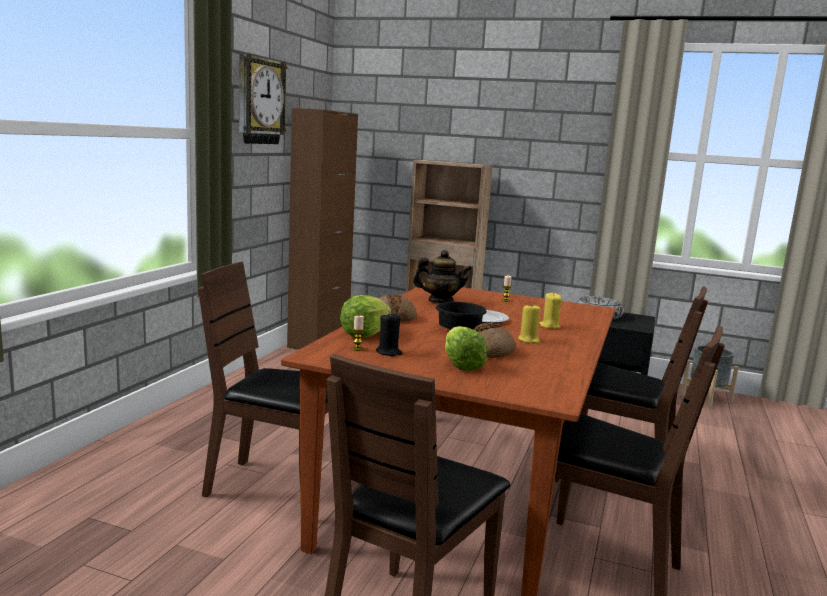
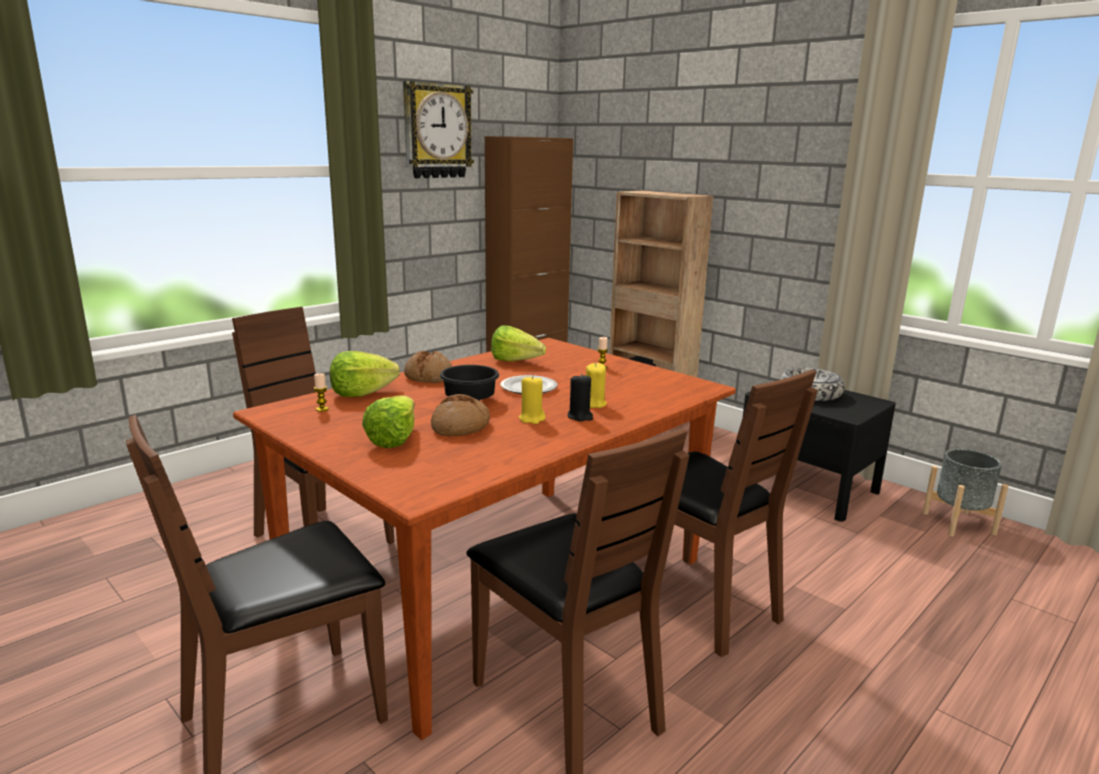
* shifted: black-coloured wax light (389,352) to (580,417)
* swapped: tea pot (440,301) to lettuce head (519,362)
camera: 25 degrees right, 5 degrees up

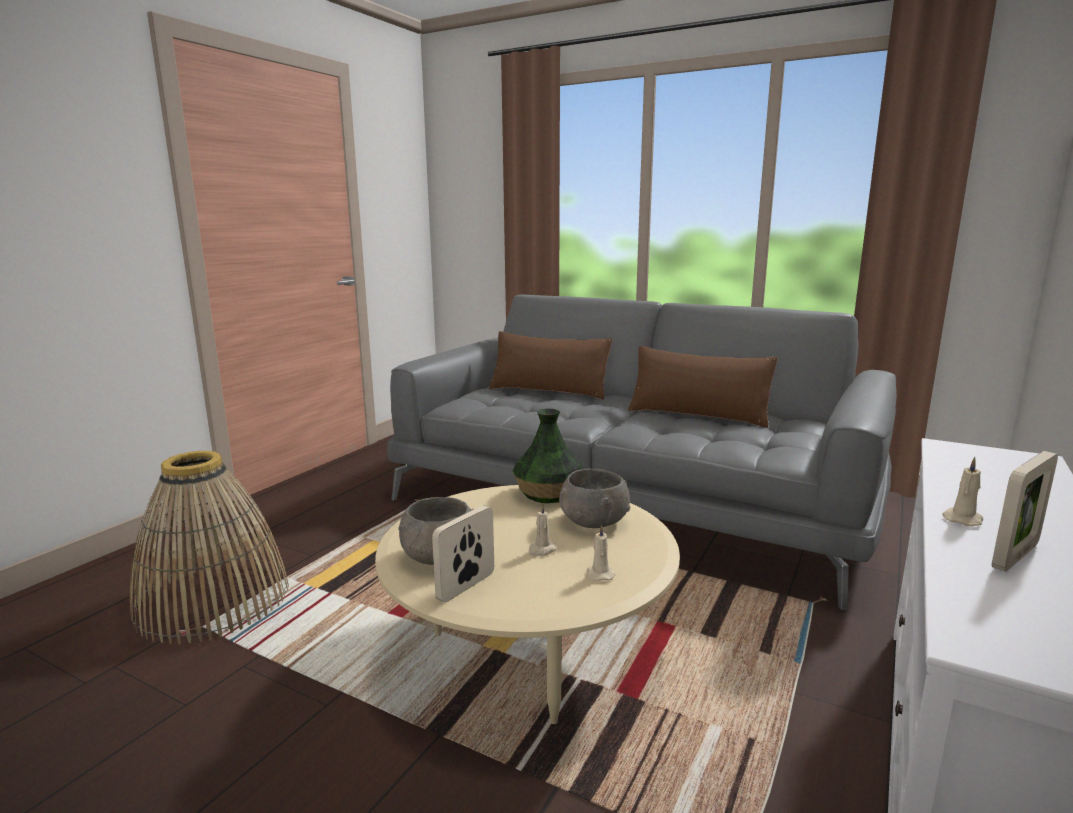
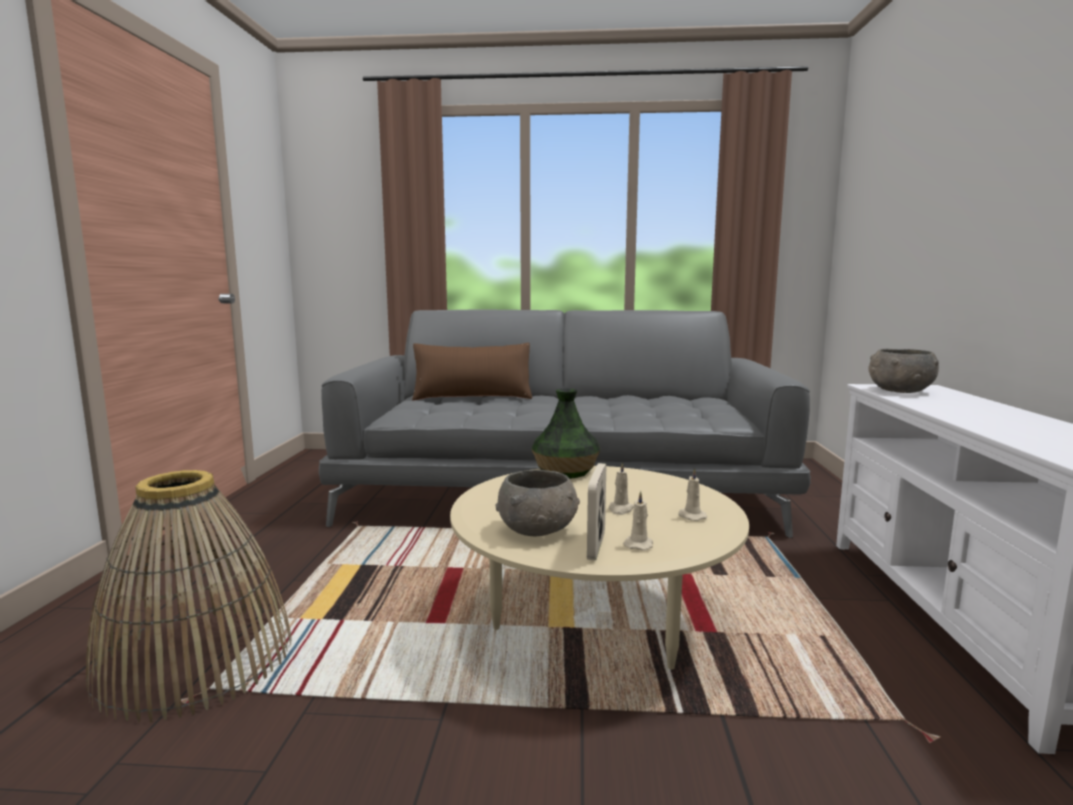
* shifted: grey deep dish (593,521) to (899,391)
* gone: brown-coloured pillow (698,414)
* shifted: sand-coloured wax light (963,519) to (639,544)
* gone: photo frame (1015,556)
camera: 25 degrees left, 5 degrees down

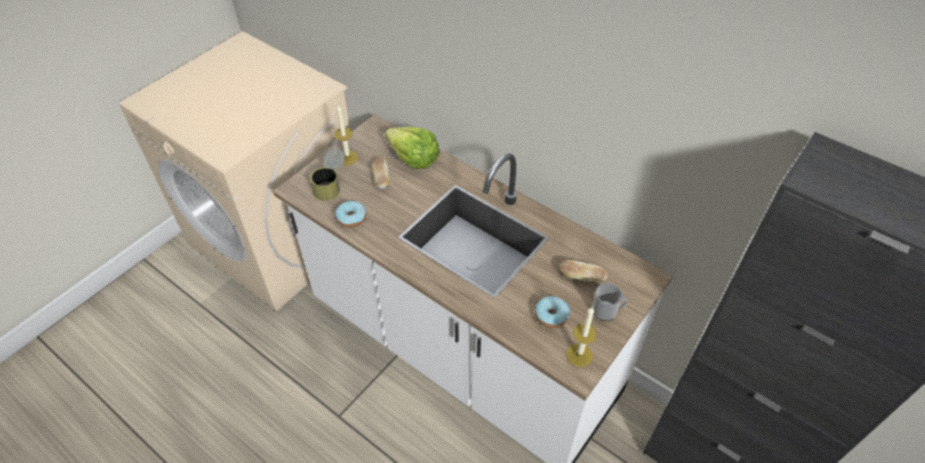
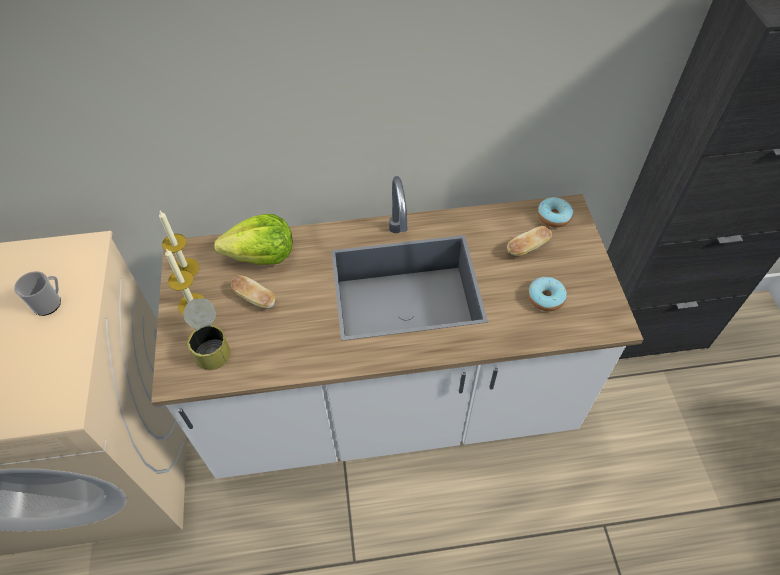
* shifted: donut (351,218) to (553,217)
* shifted: wax light (579,355) to (185,268)
* shifted: tea mug (607,312) to (50,303)
camera: 45 degrees left, 5 degrees up

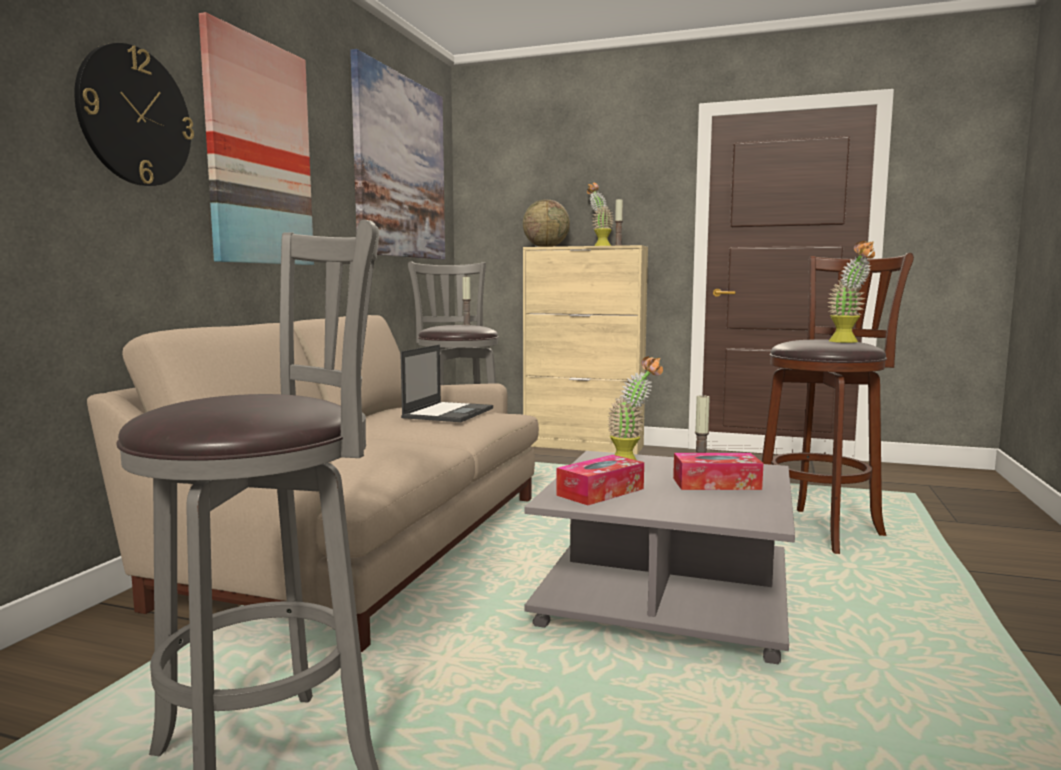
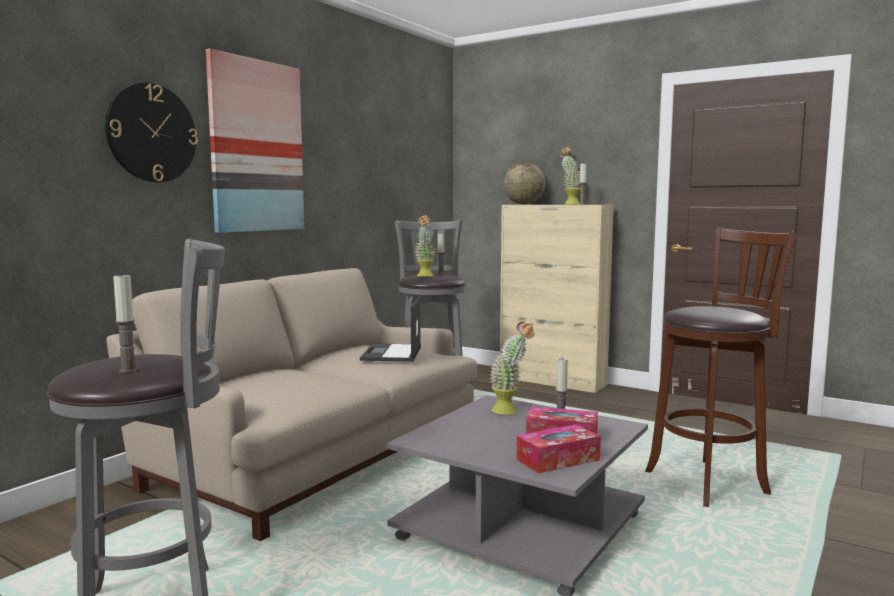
* gone: wall picture (400,168)
* rotated: laptop (449,413) = (392,353) 150 degrees clockwise
* shifted: tissue box (600,492) to (558,459)
* shifted: houseplant (848,342) to (425,276)
* new: wax light (128,370)
camera: 15 degrees right, 0 degrees up

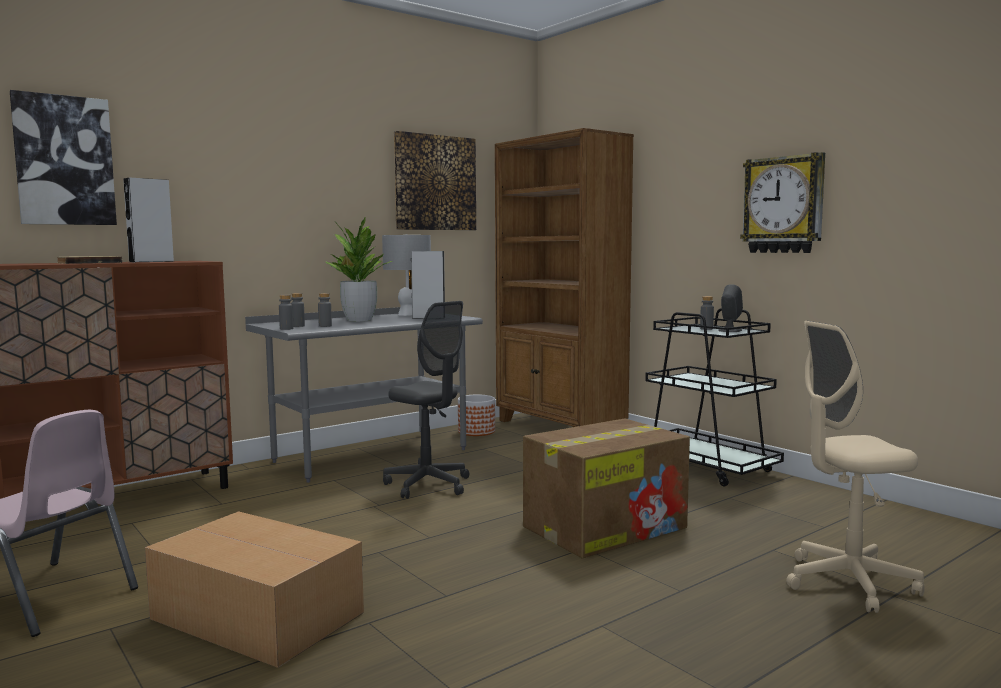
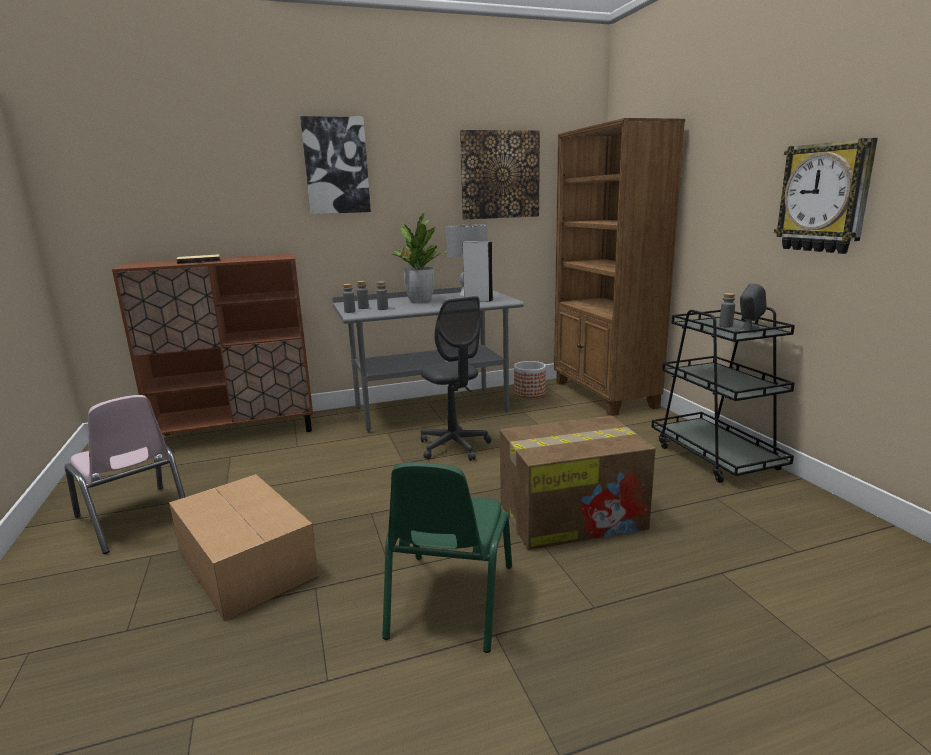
* shifted: wall picture (64,161) to (336,166)
* gone: grey audio speaker (151,261)
* gone: sand-coloured computer chair (849,583)
* new: green-coloured chair (449,600)
camera: 20 degrees right, 10 degrees up

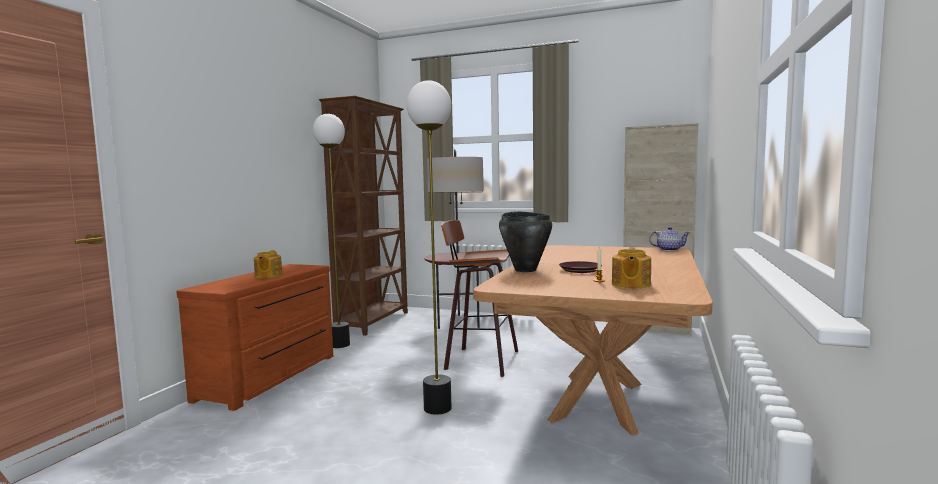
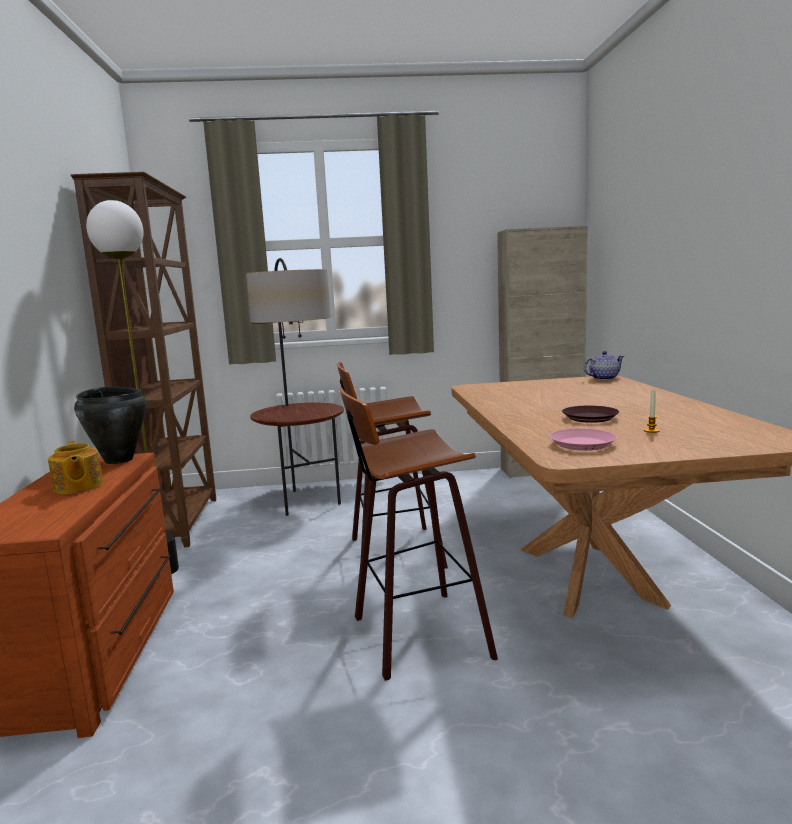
* swapped: standing lamp (437,408) to sitting stool (415,635)
* shifted: black-coloured saucepot (525,270) to (119,460)
* gone: tea pot (630,284)
* new: pink flat dish (583,444)
camera: 25 degrees left, 5 degrees up

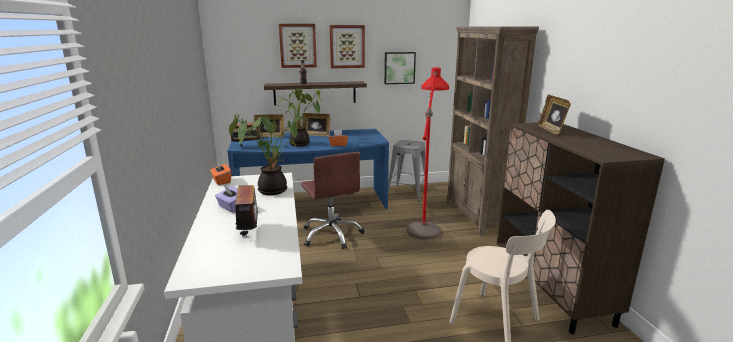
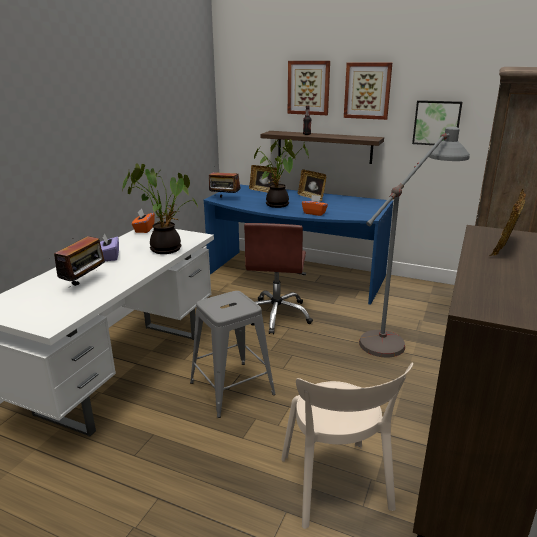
* shifted: grey sitting stool (407,192) to (232,388)
* repainted: red standing lamp (426,221) to grey standing lamp (400,333)
camera: 35 degrees right, 5 degrees up

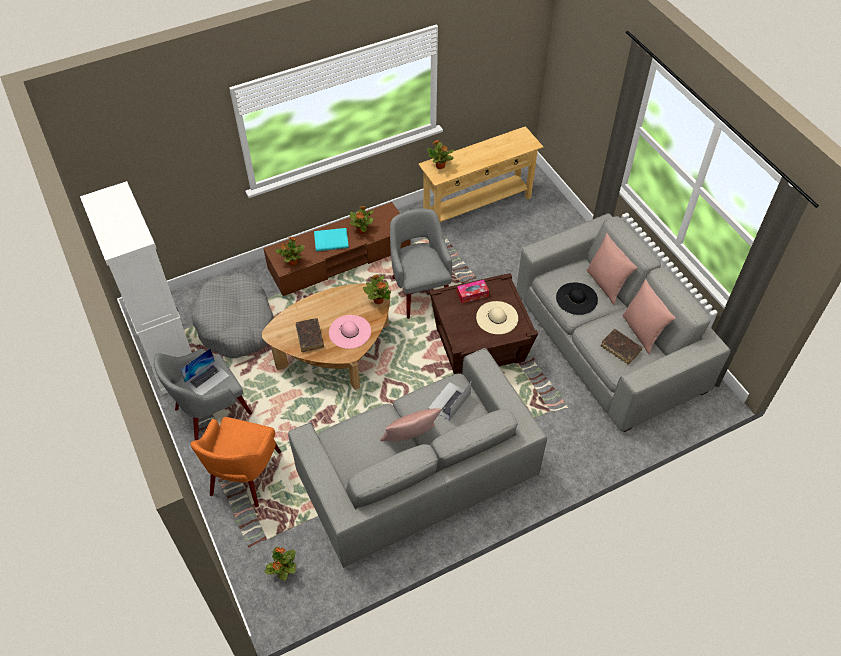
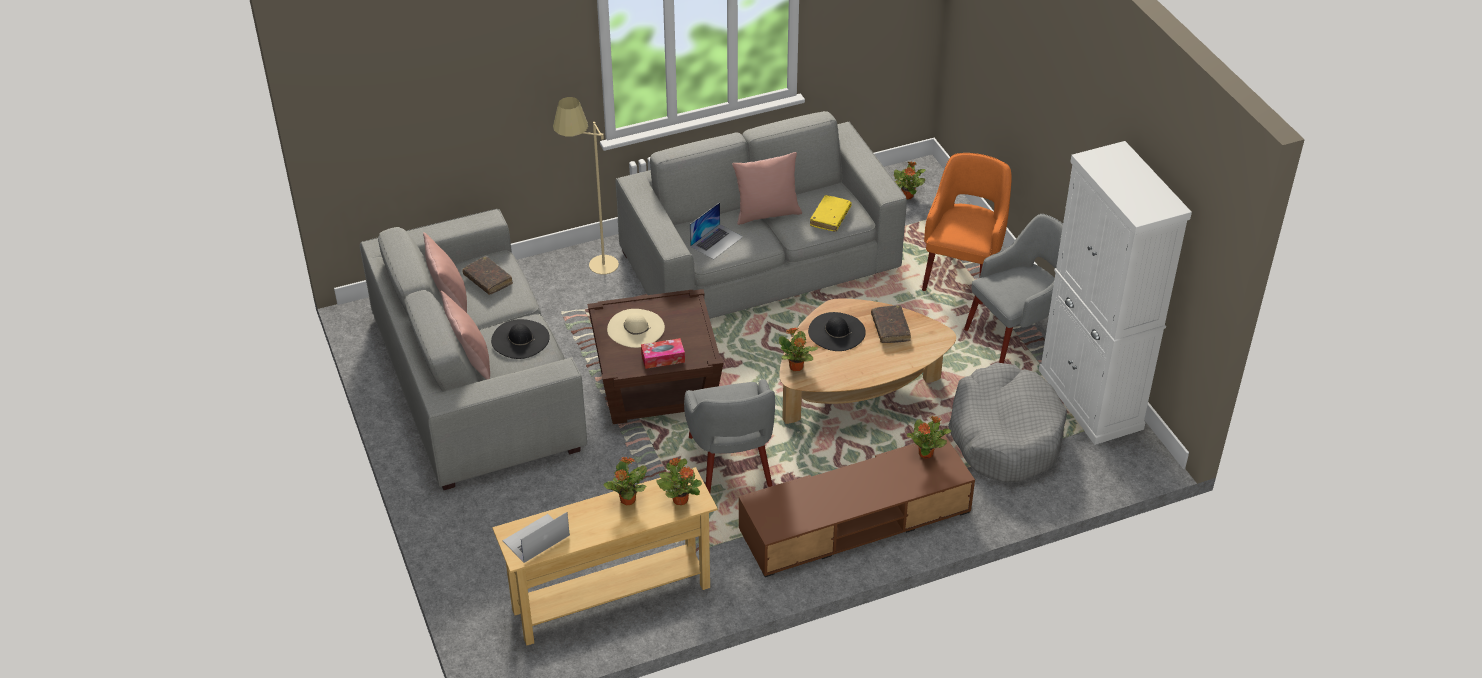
* shifted: laptop (207,378) to (536,538)
* gone: blue-green bound book (331,240)
* repainted: pink hat (350,331) to black-coloured hat (836,332)
* shifted: houseplant (362,230) to (627,500)
* new: sand-coloured standing lamp (592,270)
* new: yellowish bound book (830,217)
camera: 175 degrees left, 10 degrees down

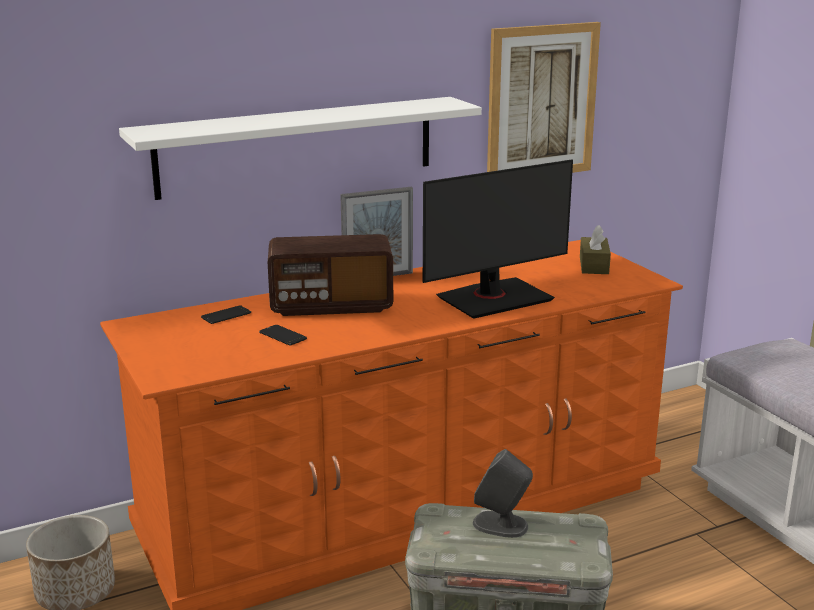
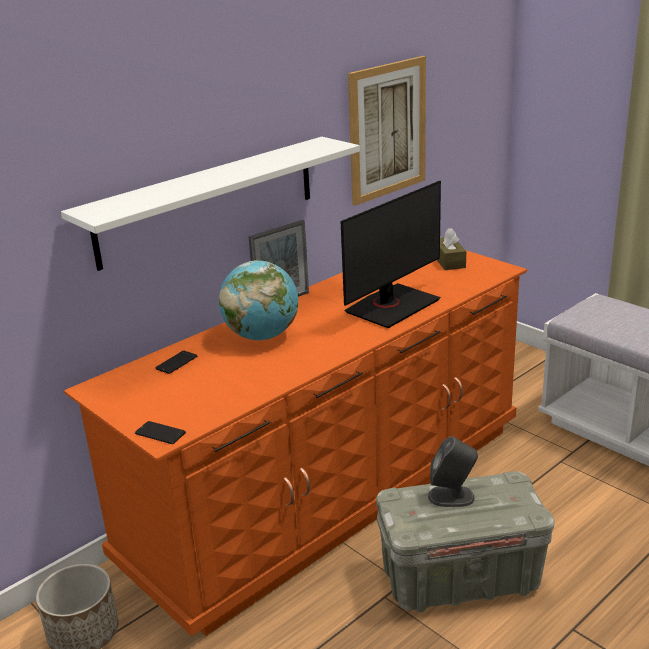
* shifted: handset (282,336) to (160,433)
* swapped: radio (331,305) to desk globe (262,336)
camera: 15 degrees left, 5 degrees up

